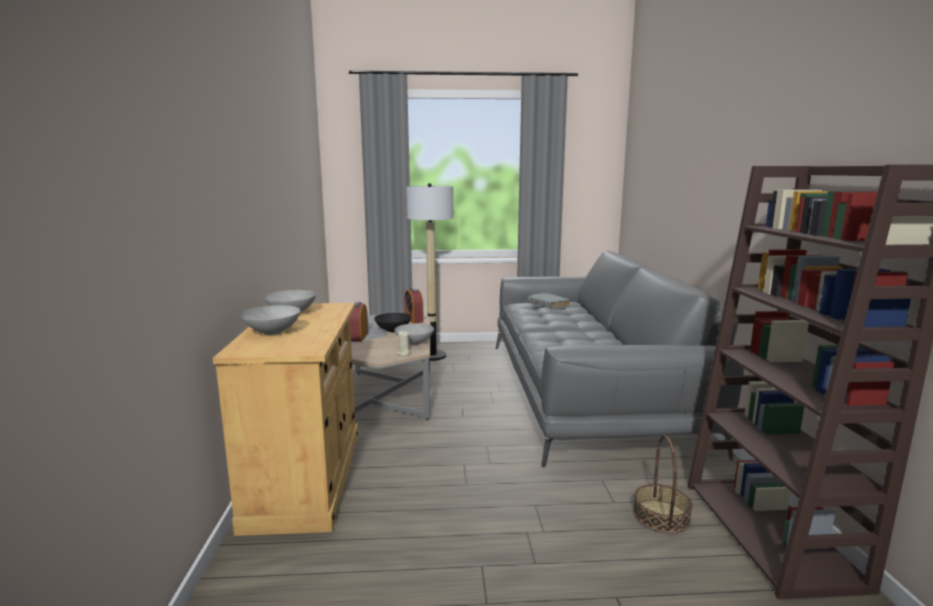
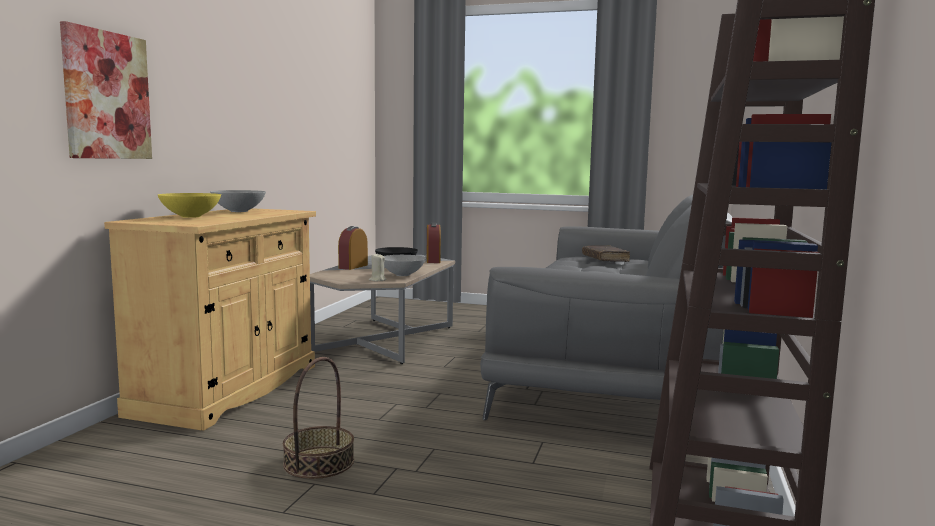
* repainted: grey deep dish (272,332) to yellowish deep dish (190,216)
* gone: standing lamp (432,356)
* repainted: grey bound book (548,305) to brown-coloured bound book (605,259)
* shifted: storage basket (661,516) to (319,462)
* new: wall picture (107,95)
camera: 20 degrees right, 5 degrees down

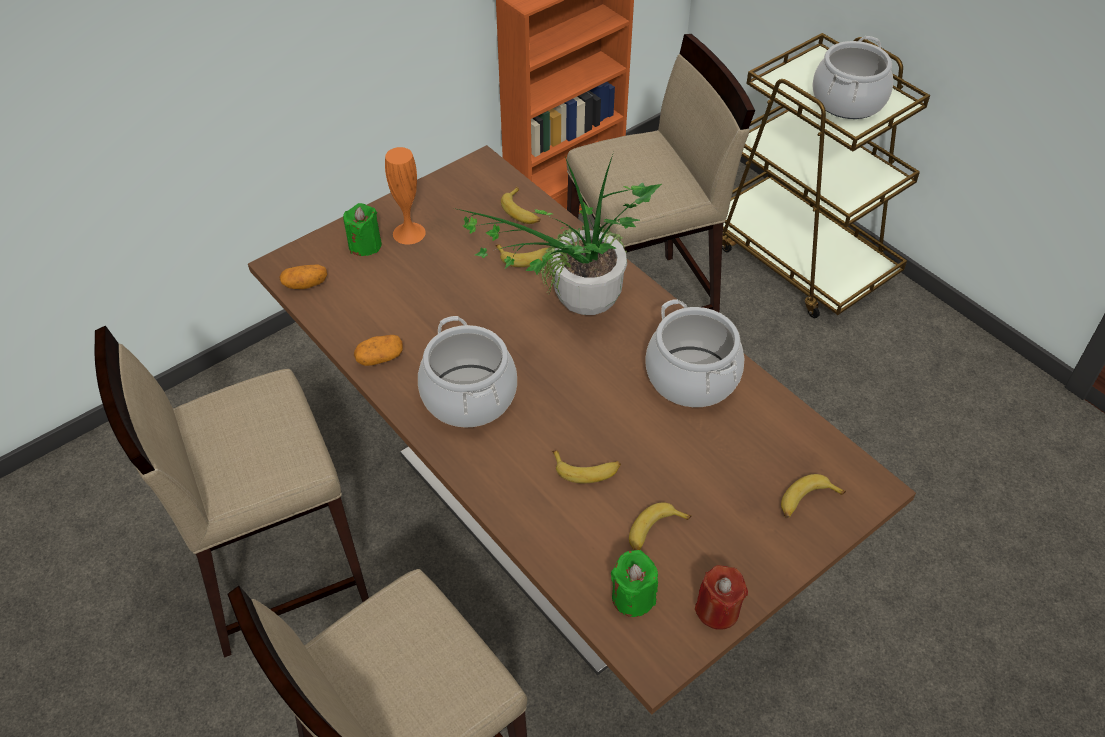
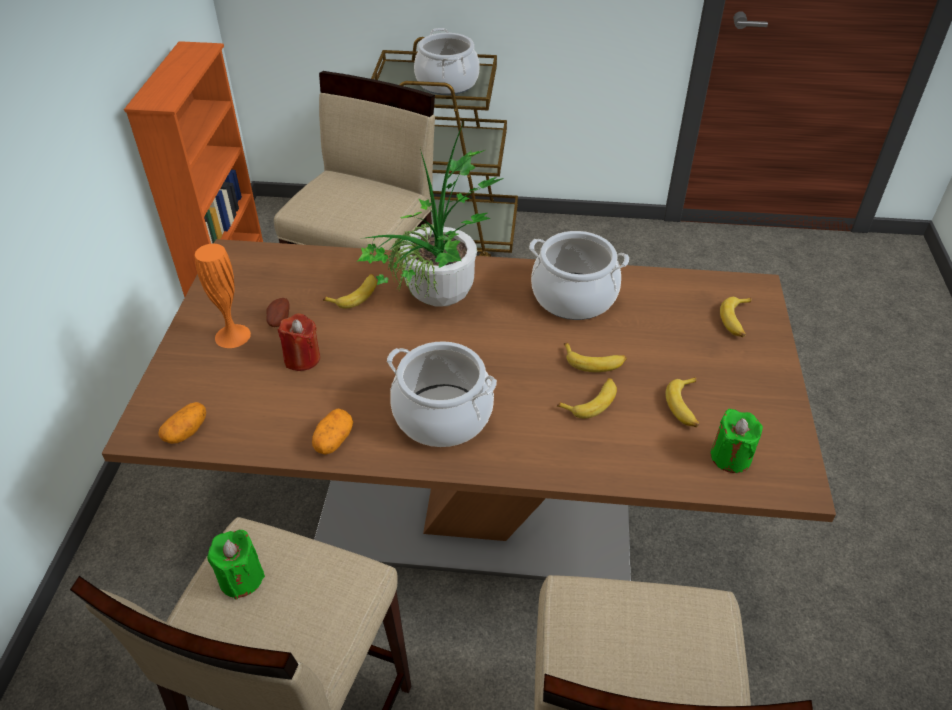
* shifted: green-coloured wax light (365,245) to (241,578)
* shifted: banana (522,211) to (594,362)
* shifted: red wax light (717,610) to (302,358)
* new: spud (278,320)
camera: 45 degrees left, 5 degrees down

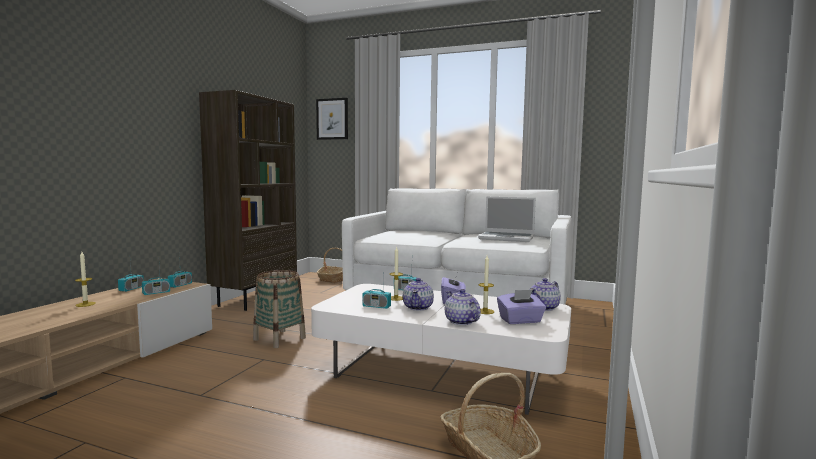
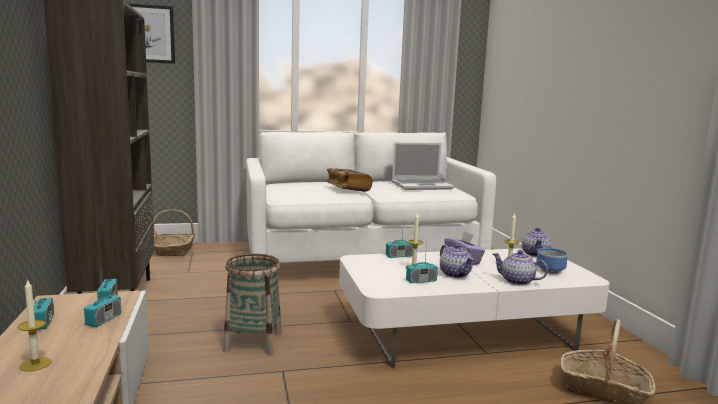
* swapped: purple tissue box (520,320) to deep dish (549,270)
* new: bound book (348,189)
camera: 35 degrees left, 5 degrees up

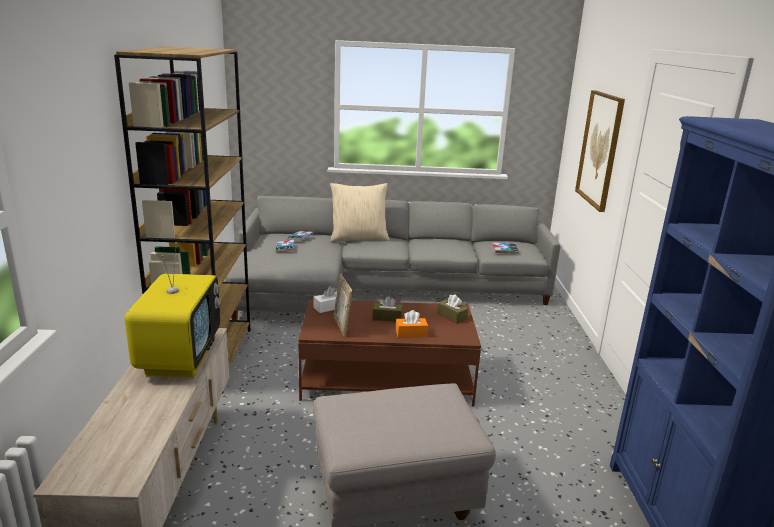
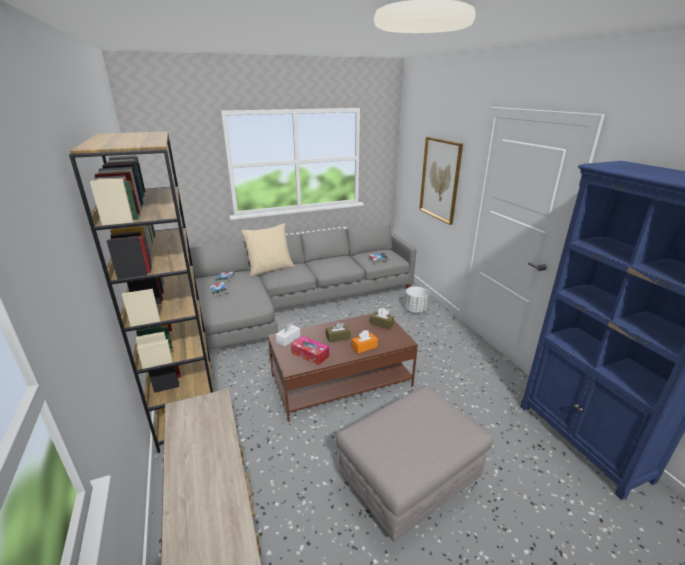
* gone: television (180,357)
* swapped: photo frame (342,326) to tissue box (310,354)
* new: white-coloured flower pot (415,310)
camera: 20 degrees left, 5 degrees up

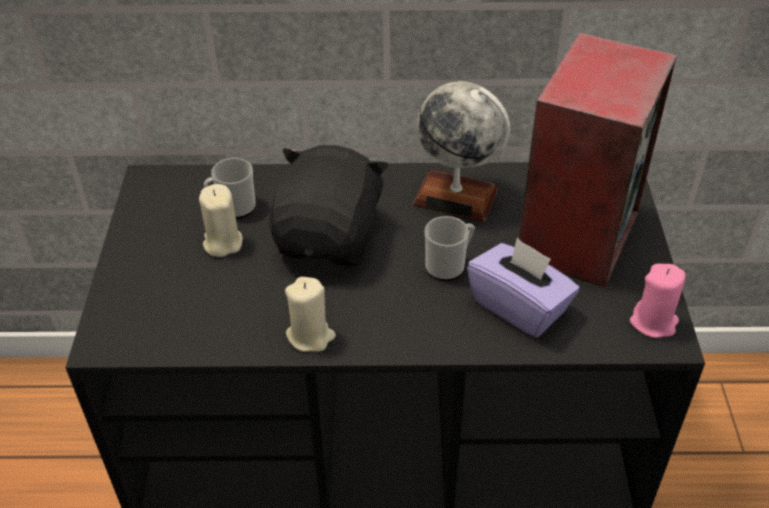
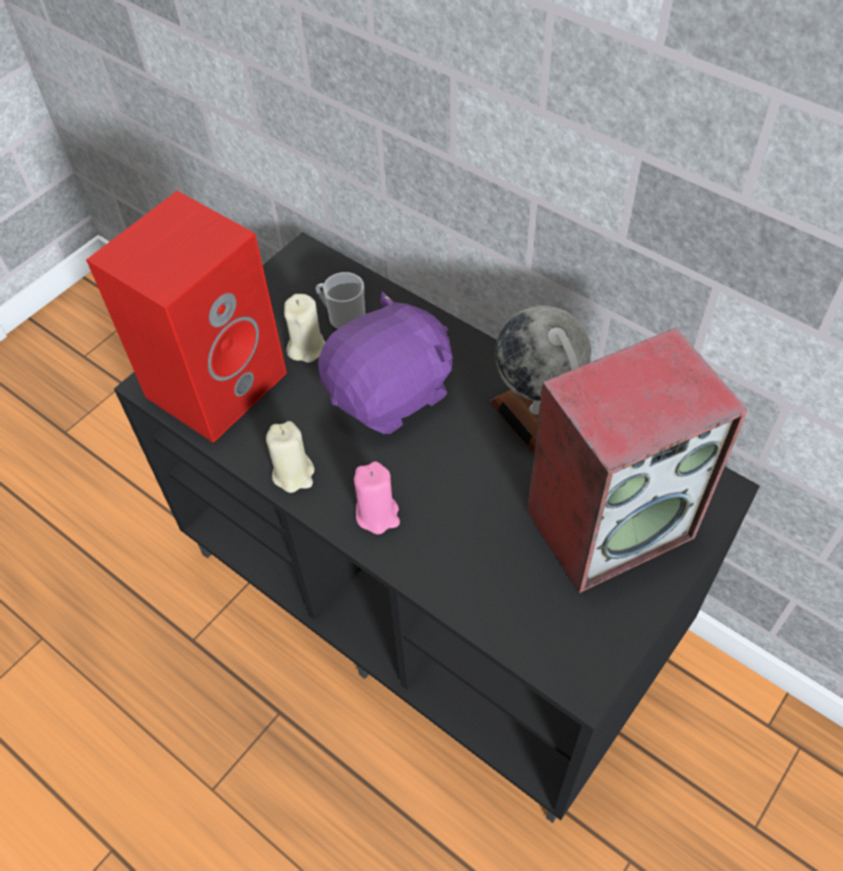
* repainted: black-coloured soft toy (330,238) to purple soft toy (391,393)
* gone: tea mug (449,265)
* gone: purple tissue box (519,306)
* shifted: pink wax light (653,322) to (377,514)
* new: red audio speaker (216,381)
camera: 40 degrees right, 10 degrees up

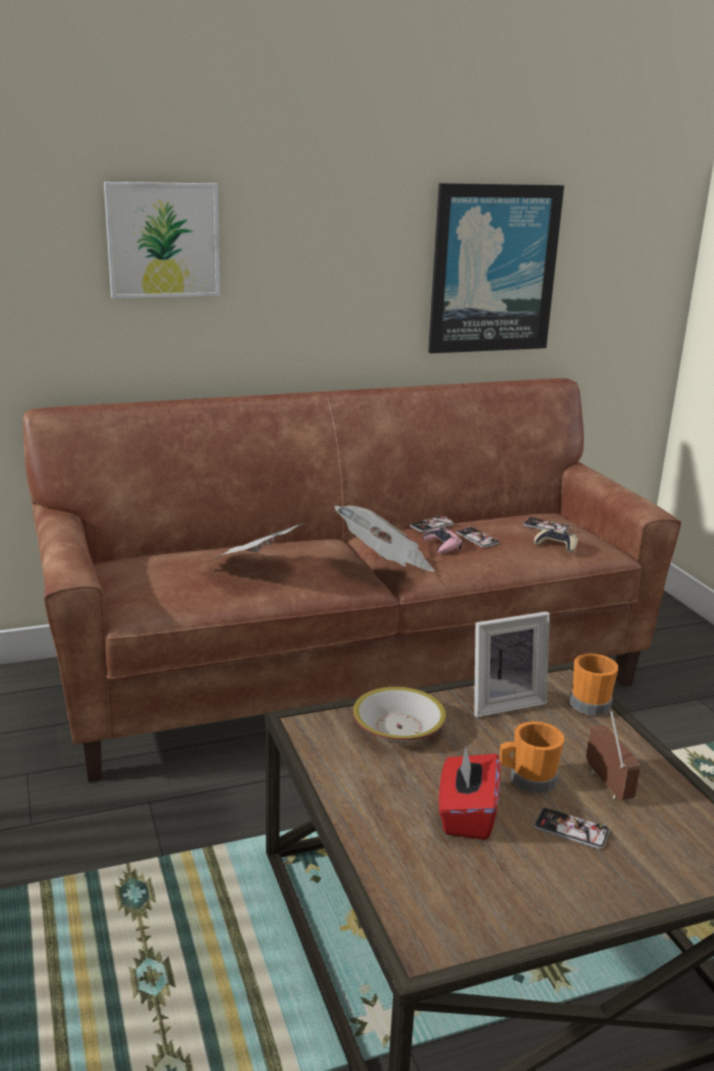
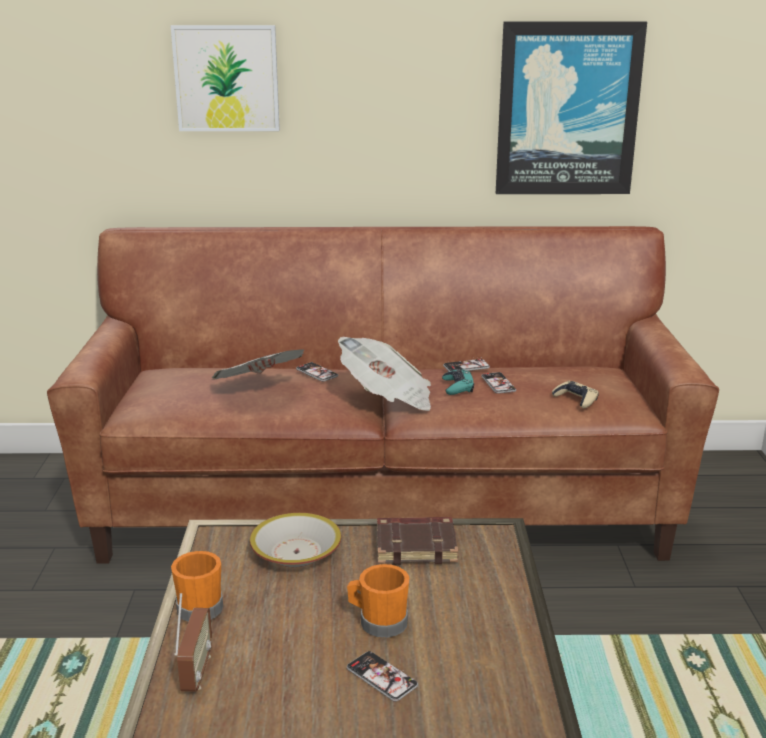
* repainted: pink gamepad (442,545) to blue-green gamepad (458,387)
* gone: red tissue box (466,815)
* swapped: photo frame (503,702) to brown-coloured bound book (416,545)
* shifted: handset (546,527) to (317,373)
* shifted: orangey tea mug (588,702) to (203,605)
* shifted: radio (607,784) to (196,672)
camera: 20 degrees right, 0 degrees up

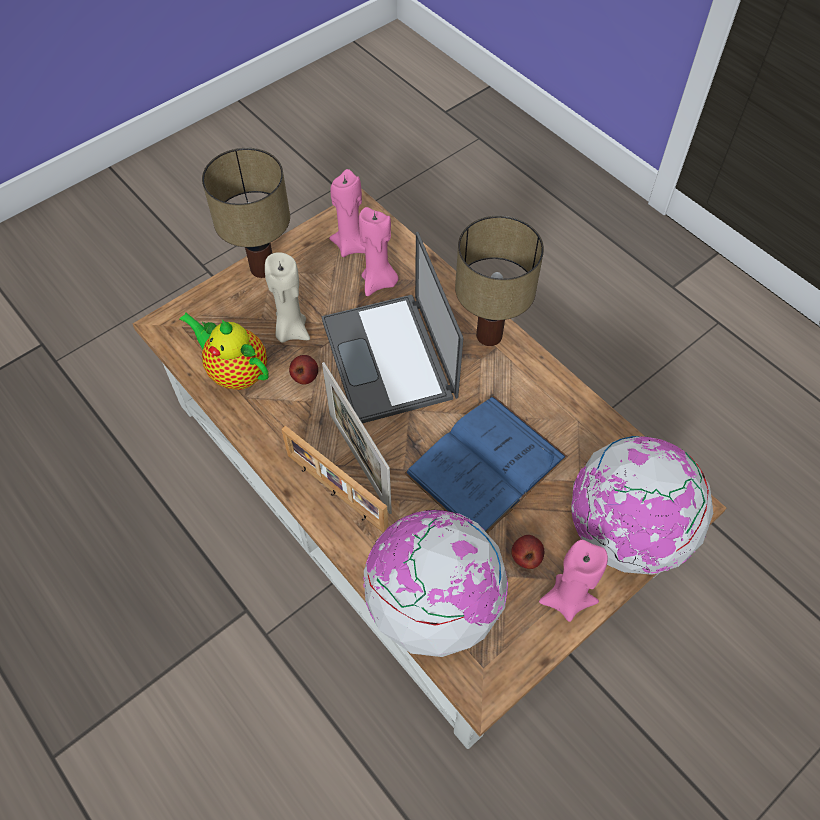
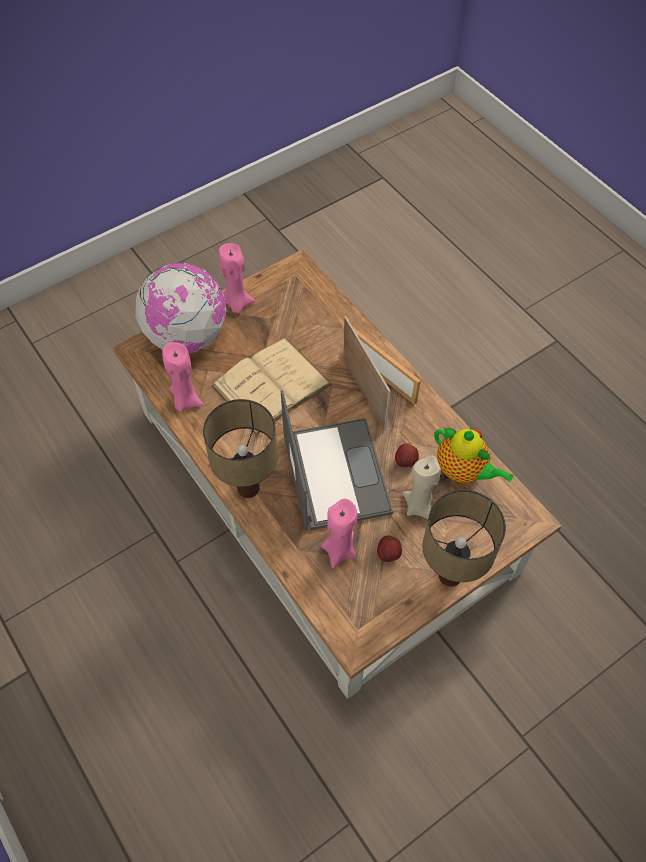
* shifted: pink wax light (351,246) to (185,400)
* gone: desk globe (433,605)
* repainted: blue-coloured bound book (486,465) to sand-coloured bound book (271,385)
* shifted: whole apple (526,558) to (388,554)
camera: 175 degrees left, 0 degrees up

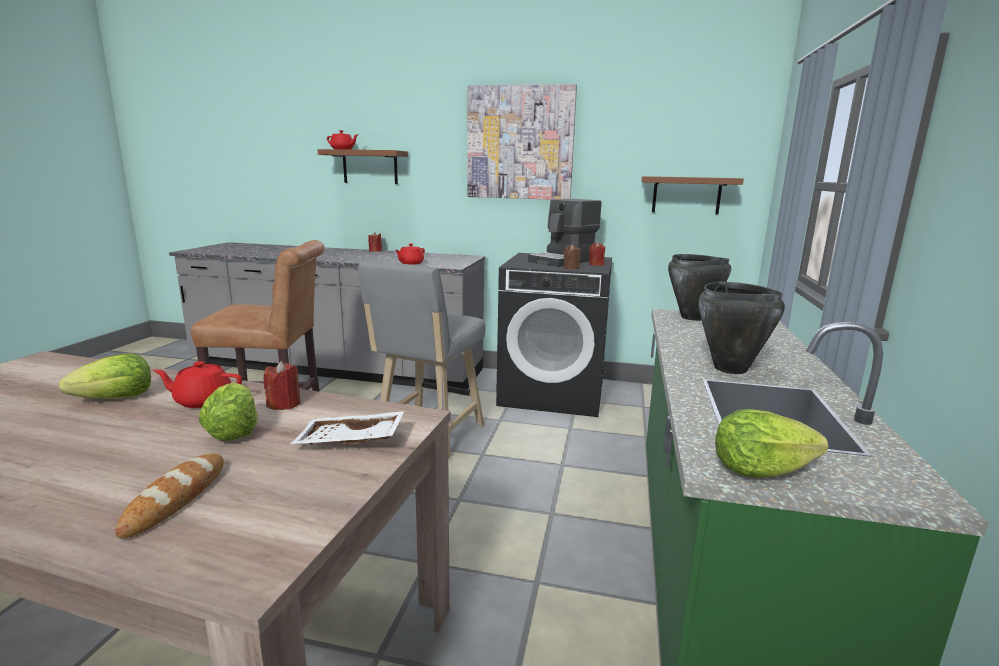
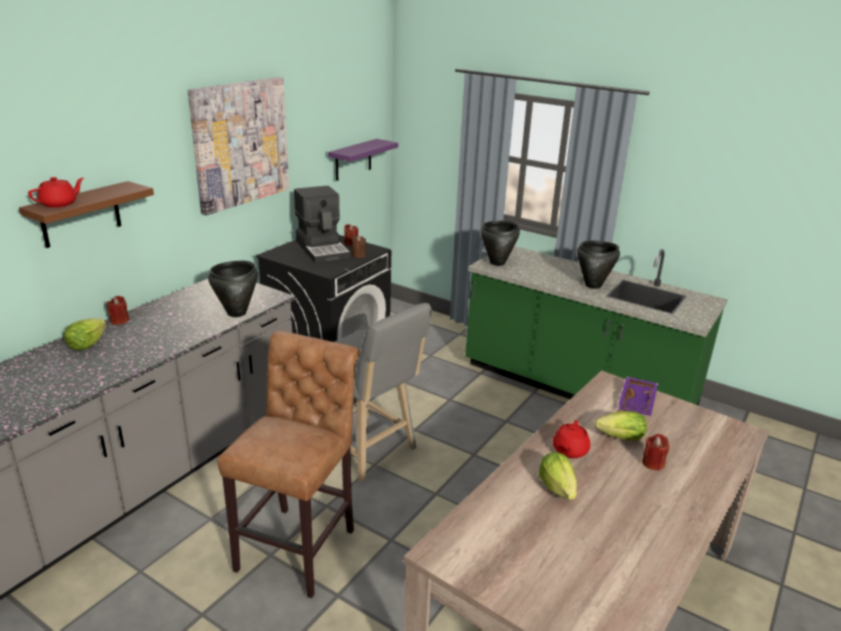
* gone: bakery bread (176,498)
* shifted: red wax light (284,404) to (653,463)
* repainted: white-coloured serving tray (350,442) to purple serving tray (638,402)
* swapped: red tea pot (410,263) to black-coloured saucepot (237,313)
* repainted: brown-coloured shelf (686,195) to purple shelf (353,160)
* shifted: lettuce head (759,470) to (86,345)
camera: 70 degrees left, 10 degrees up

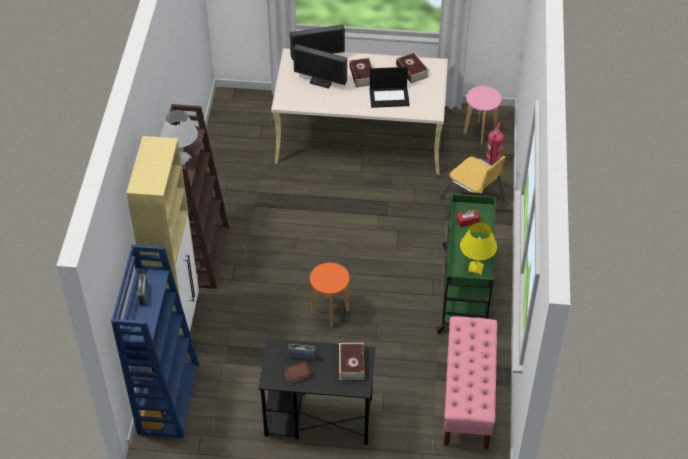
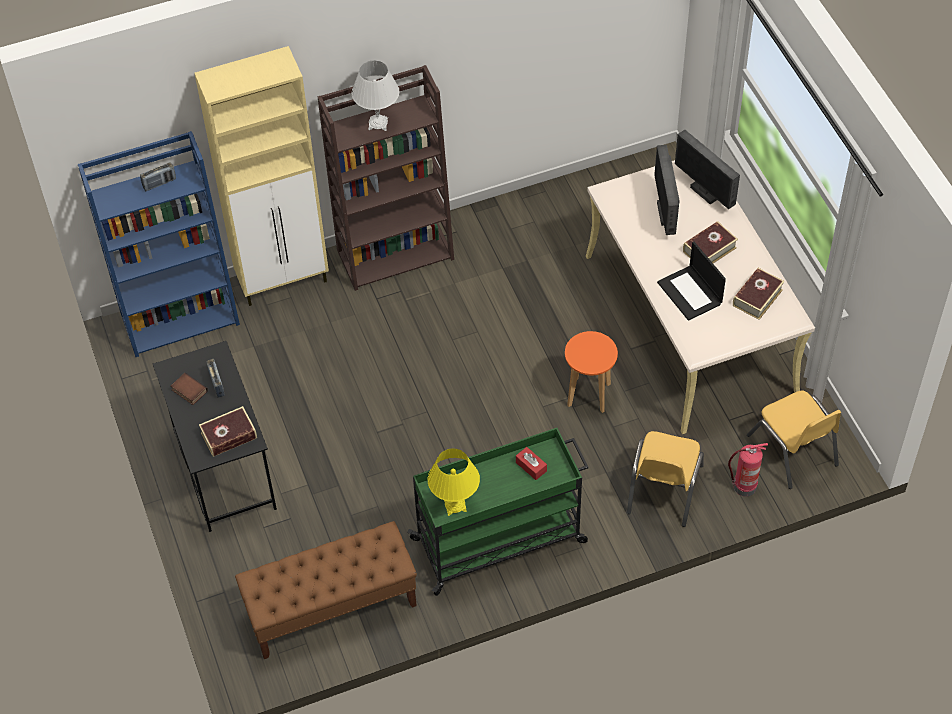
* shifted: orangey sitting stool (330,312) to (588,395)
* repainted: pink bench (468,397) to brown-coloured bench (331,608)
* swapped: pink sitting stool (480,133) to yellowish chair (793,450)
camera: 65 degrees right, 5 degrees up

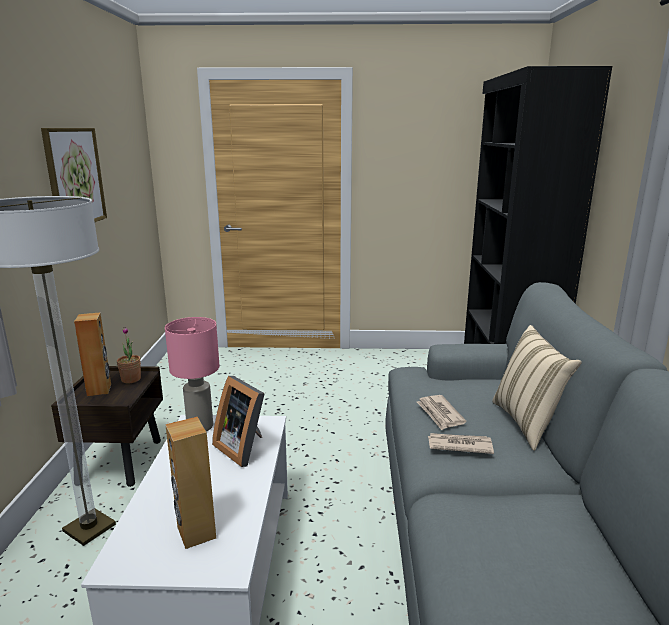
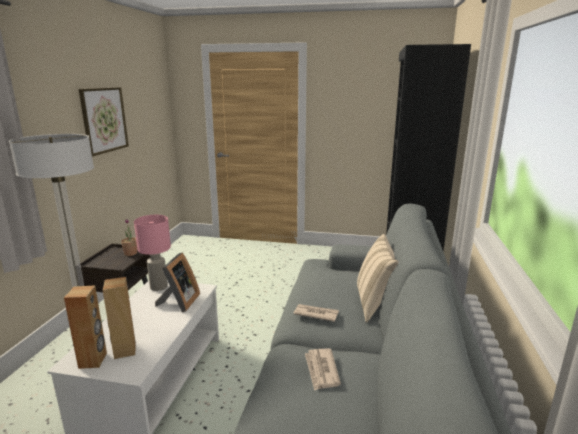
* shifted: brown-coloured audio speaker (99,390) to (93,360)
* rotated: photo frame (244,447) = (179,302) 135 degrees counterclockwise
* shifted: newspaper (440,414) to (321,370)
camera: 10 degrees right, 0 degrees up

